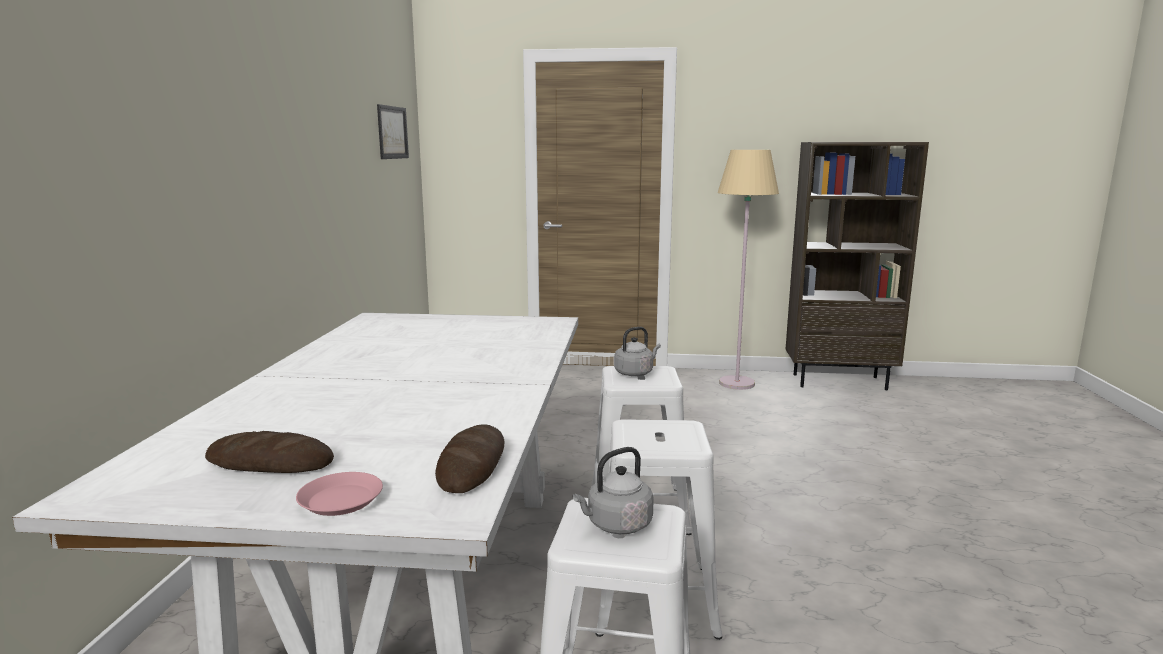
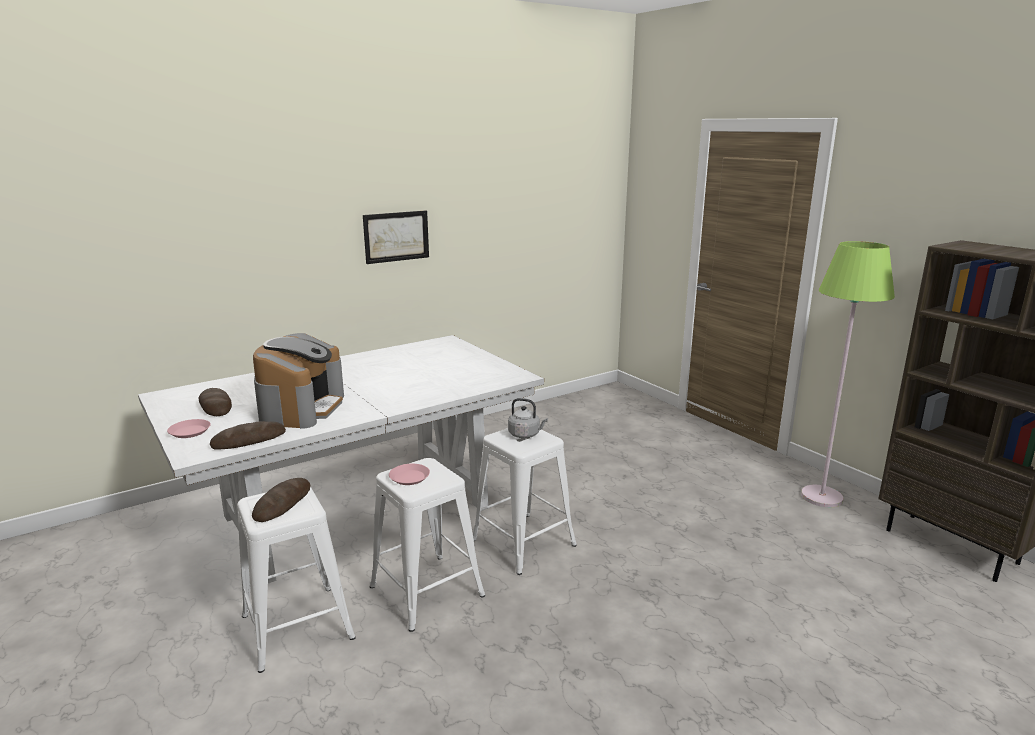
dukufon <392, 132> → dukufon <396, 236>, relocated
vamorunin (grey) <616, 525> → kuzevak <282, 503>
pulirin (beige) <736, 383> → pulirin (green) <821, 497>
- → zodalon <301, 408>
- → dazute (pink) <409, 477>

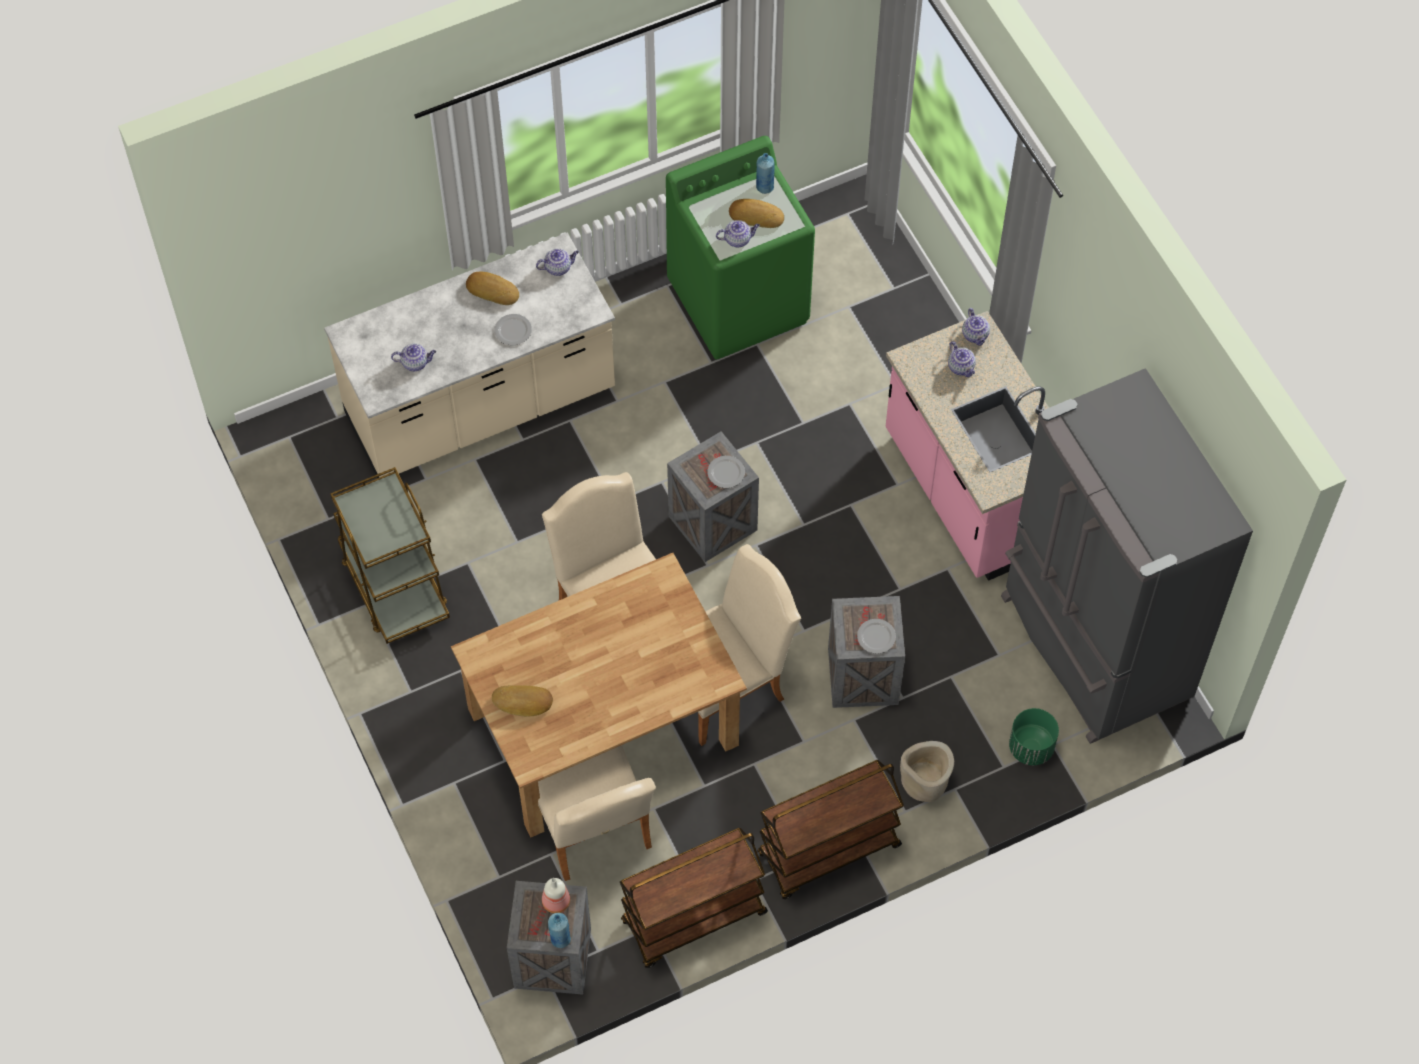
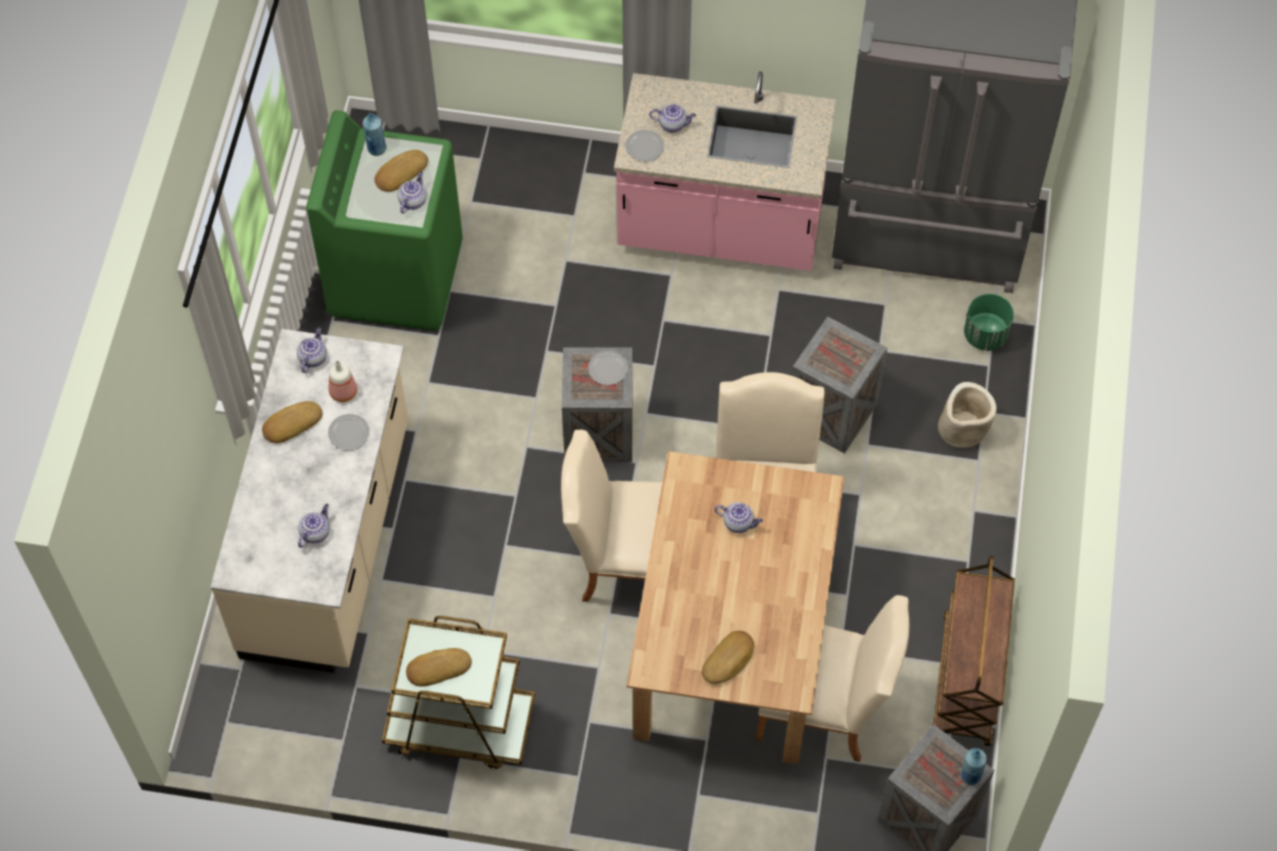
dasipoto <555, 902> → dasipoto <343, 393>, relocated
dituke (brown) <828, 851> → -
dazute <876, 637> → dazute <645, 147>, relocated
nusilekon <975, 335> → nusilekon <738, 522>, relocated
- → kuzevak <438, 667>

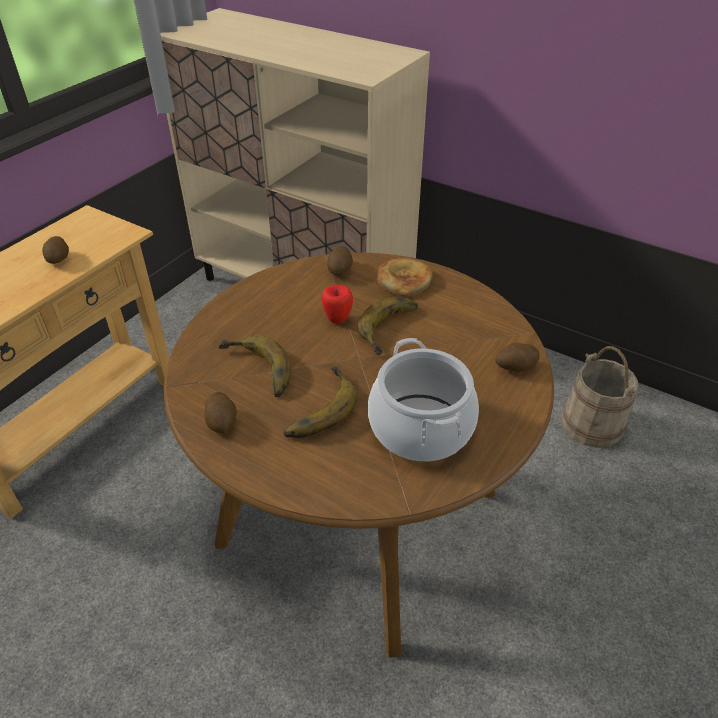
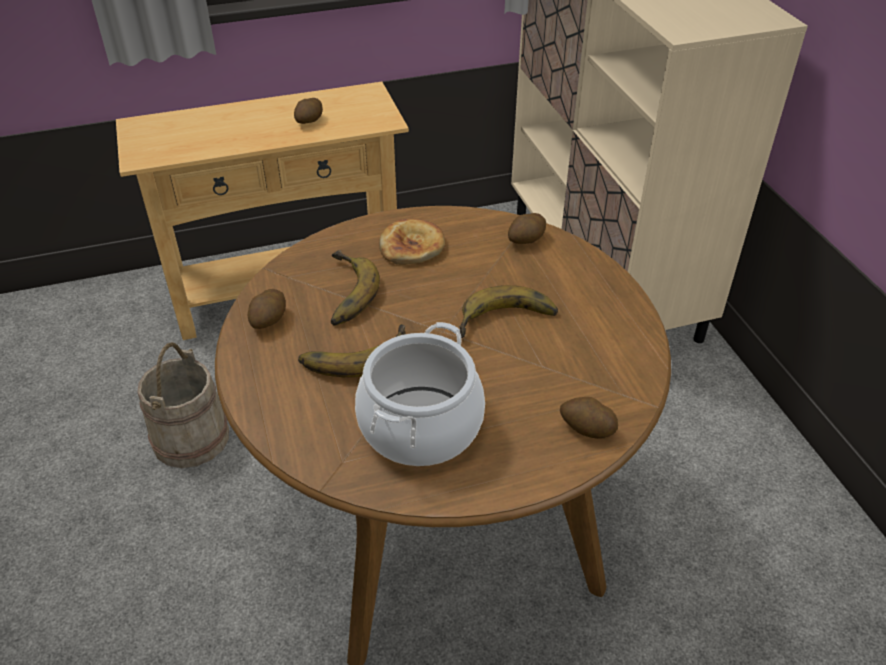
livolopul <338, 319> → -
kuzevak <404, 280> → kuzevak <411, 246>, relocated
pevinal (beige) <592, 424> → pevinal (beige) <191, 438>, relocated

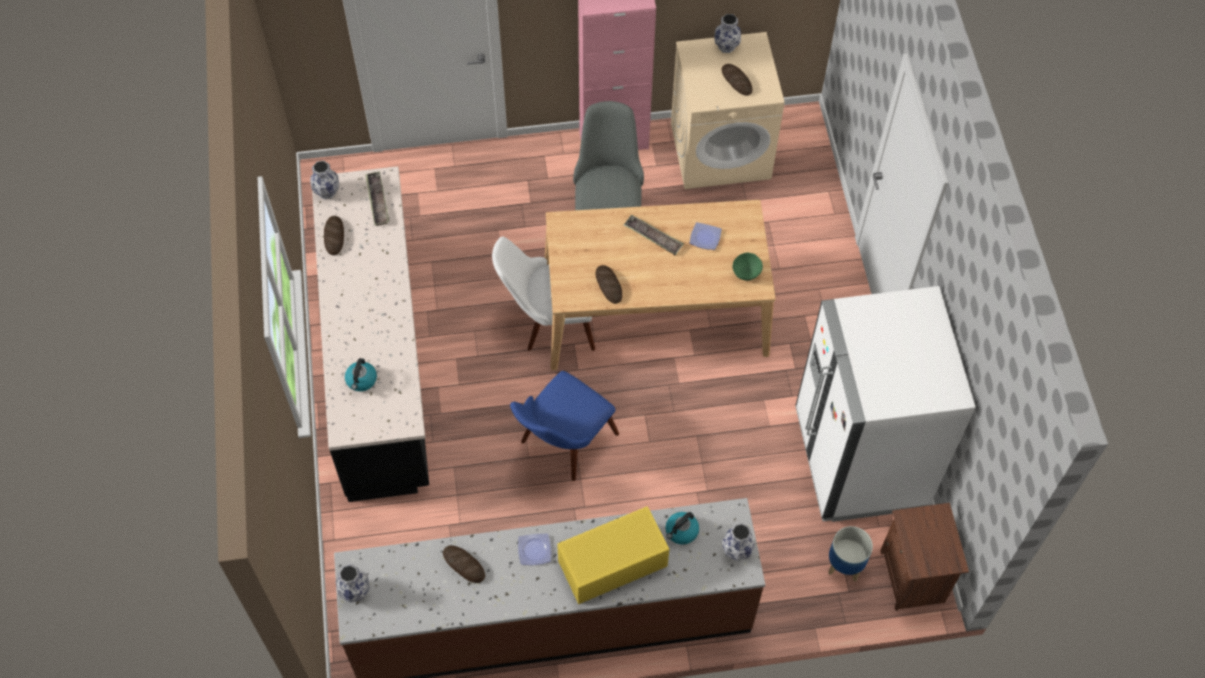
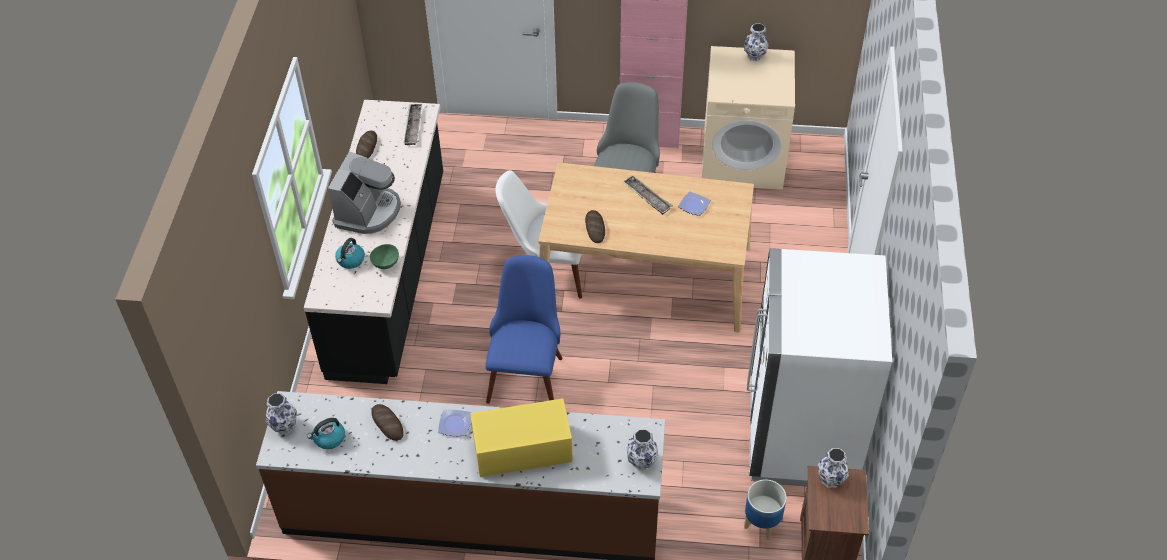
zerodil <327, 192> → zerodil <830, 480>, relocated
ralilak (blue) <561, 446> → ralilak (blue) <527, 370>, 135 degrees clockwise
vamorunin <681, 531> → vamorunin <329, 438>, relocated
kuzevak <736, 81> → -
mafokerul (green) <747, 272> → mafokerul (green) <386, 263>, relocated
- → zodalon <368, 211>

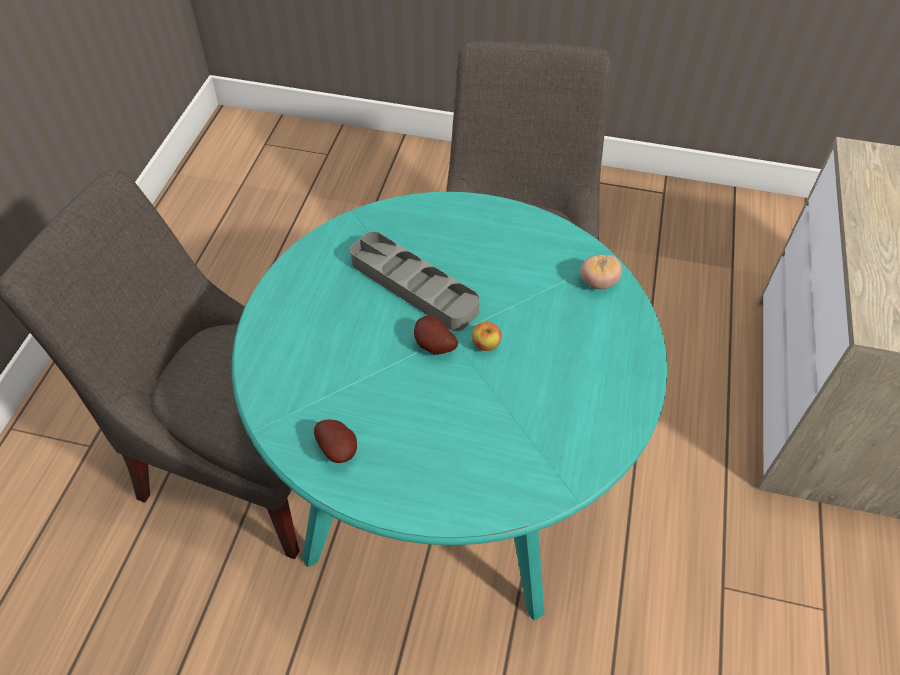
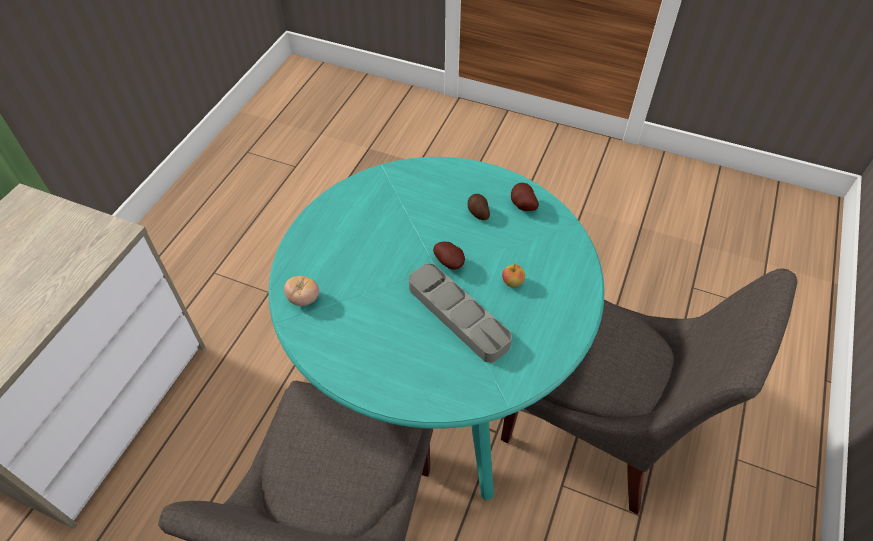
livolopul <486, 345> → livolopul <512, 282>, relocated
- → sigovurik <477, 212>

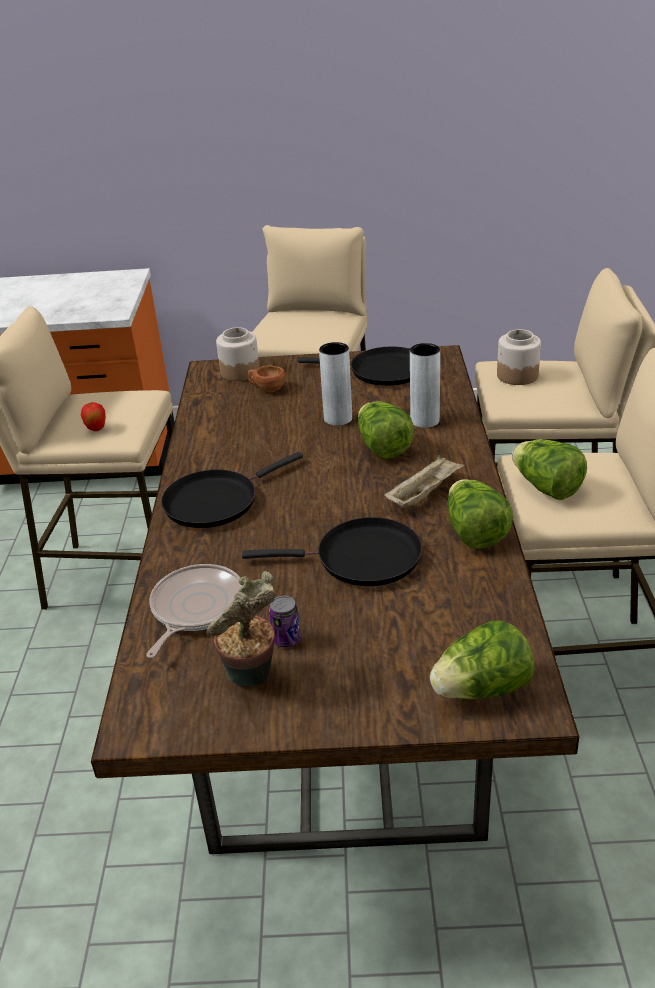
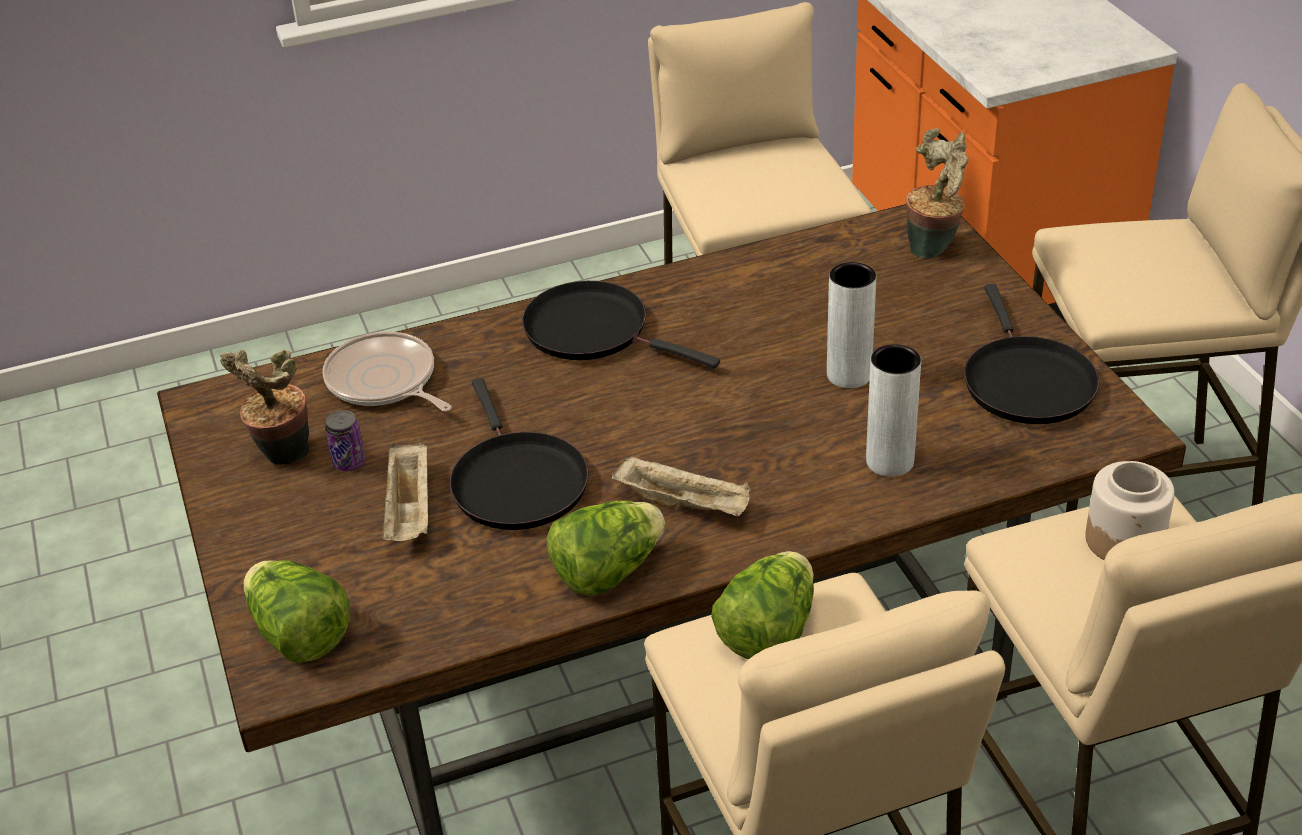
livolopul <96, 429> → -
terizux <195, 608> → terizux <384, 381>, 135 degrees counterclockwise
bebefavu <240, 372> → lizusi <934, 248>
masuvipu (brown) <266, 389> → -
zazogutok <382, 447> → -
- → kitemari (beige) <410, 511>

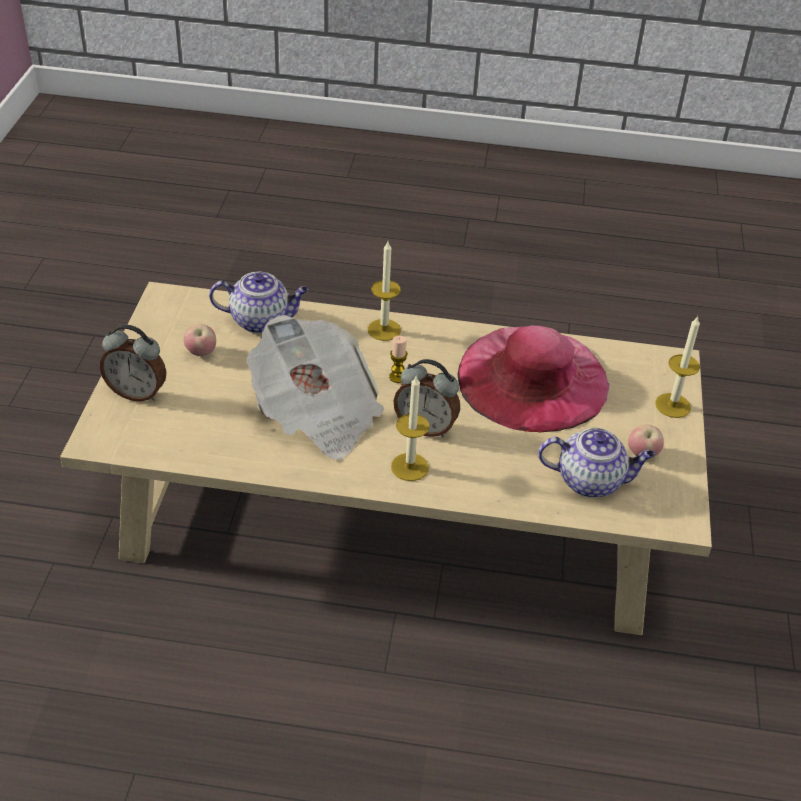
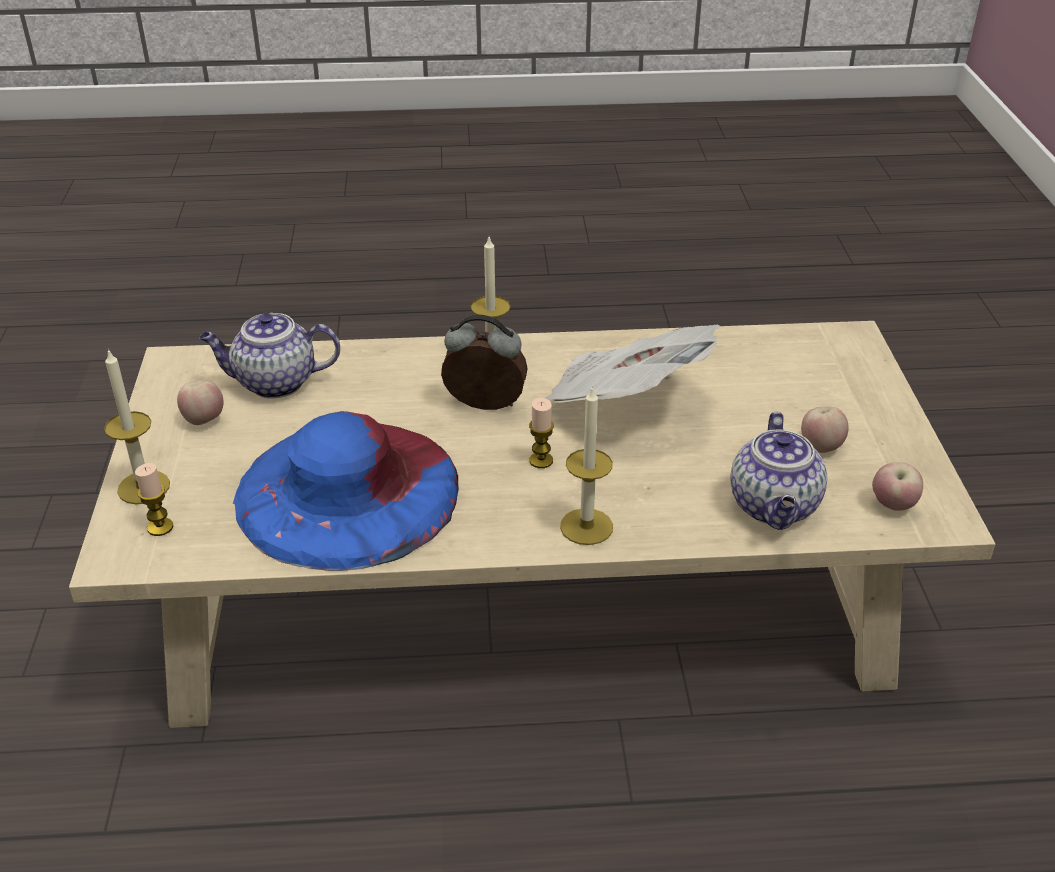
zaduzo <137, 392> → -
nusilekon <261, 320> → nusilekon <775, 508>, 75 degrees counterclockwise
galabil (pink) <532, 378> → galabil (blue) <348, 491>
- → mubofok <160, 527>
- → livolopul <893, 505>

